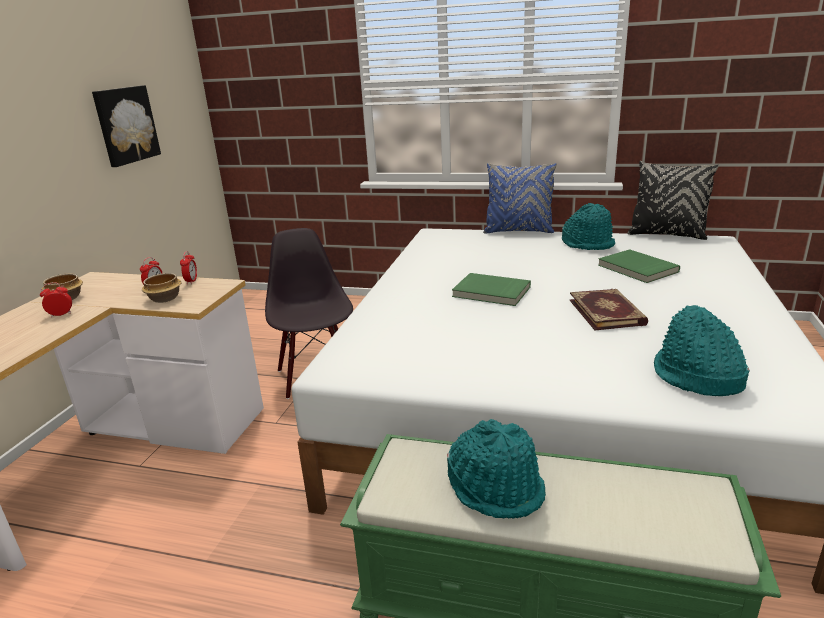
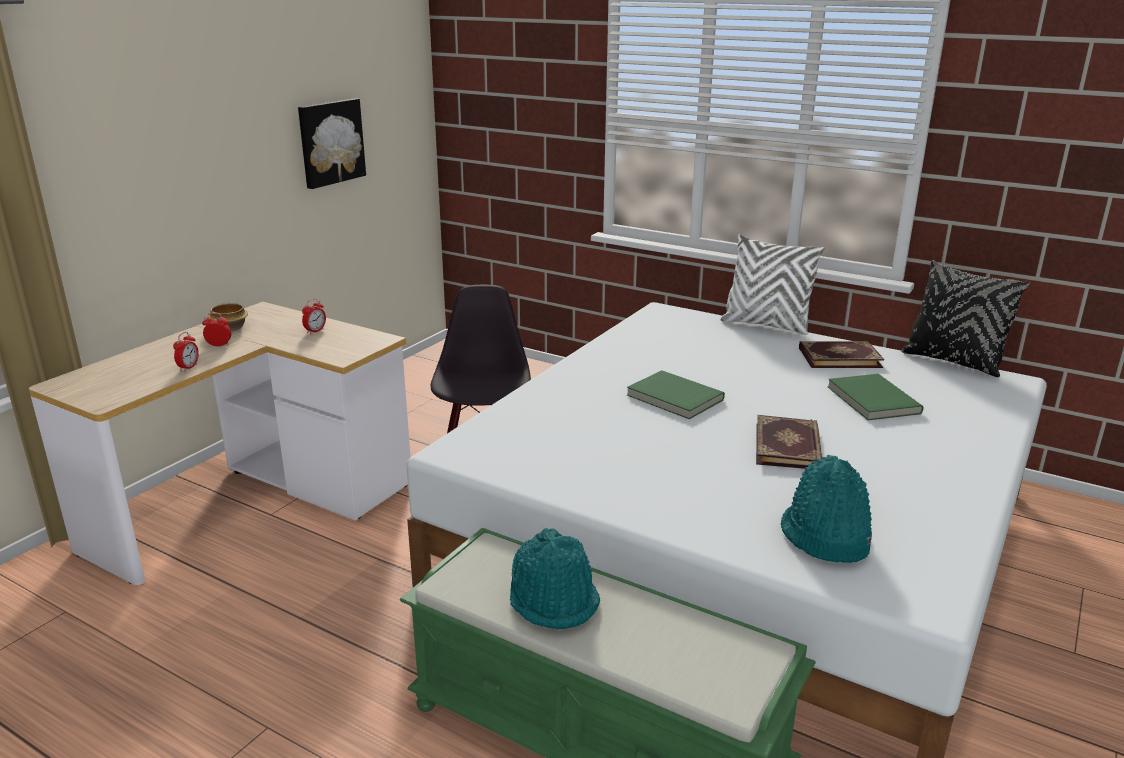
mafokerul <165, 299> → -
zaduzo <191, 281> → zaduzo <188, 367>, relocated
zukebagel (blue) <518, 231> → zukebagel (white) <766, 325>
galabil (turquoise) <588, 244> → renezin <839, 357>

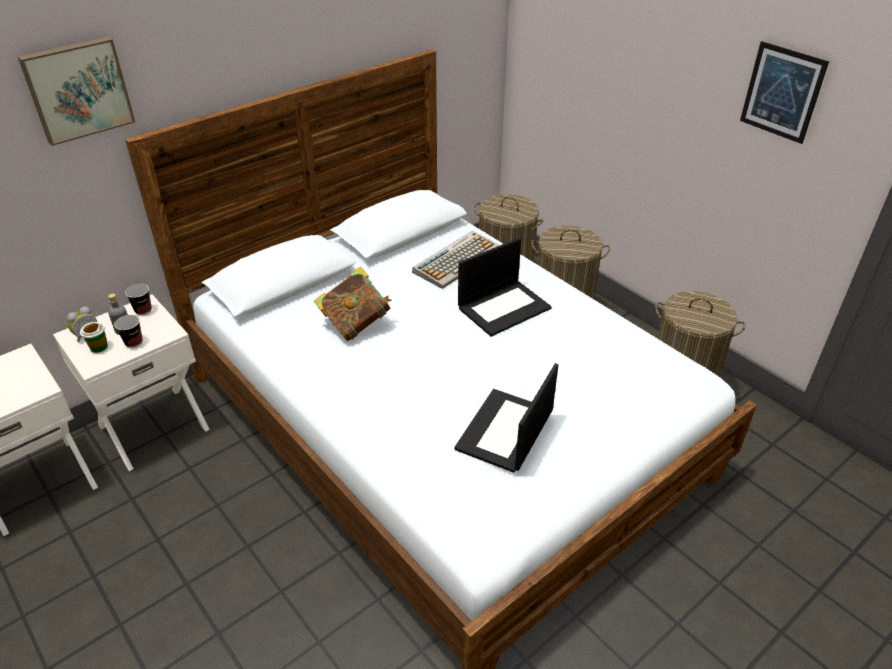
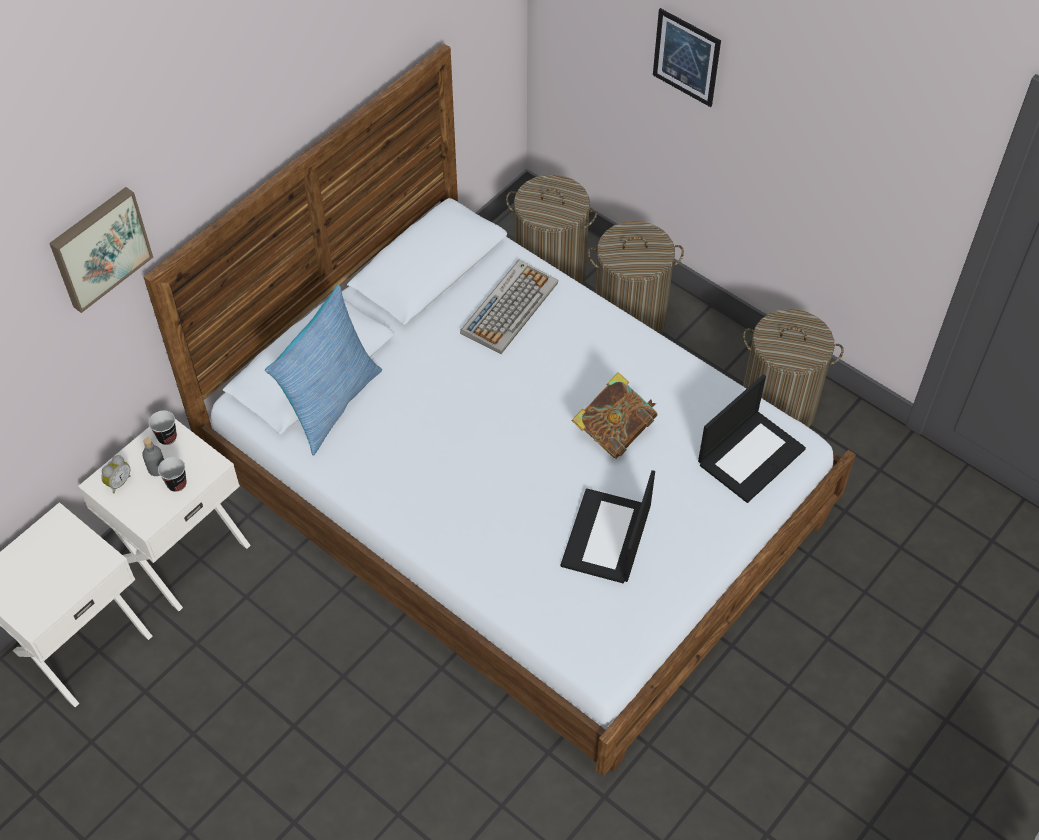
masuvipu <99, 347> → -
renezin <356, 324> → renezin <613, 431>, relocated
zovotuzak <504, 307> → zovotuzak <751, 455>, relocated
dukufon <782, 92> → dukufon <686, 57>, relocated
- → zukebagel <330, 403>

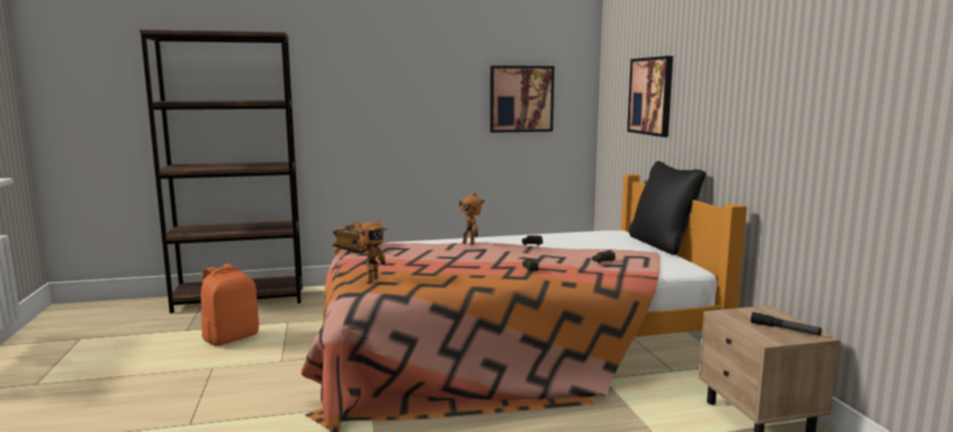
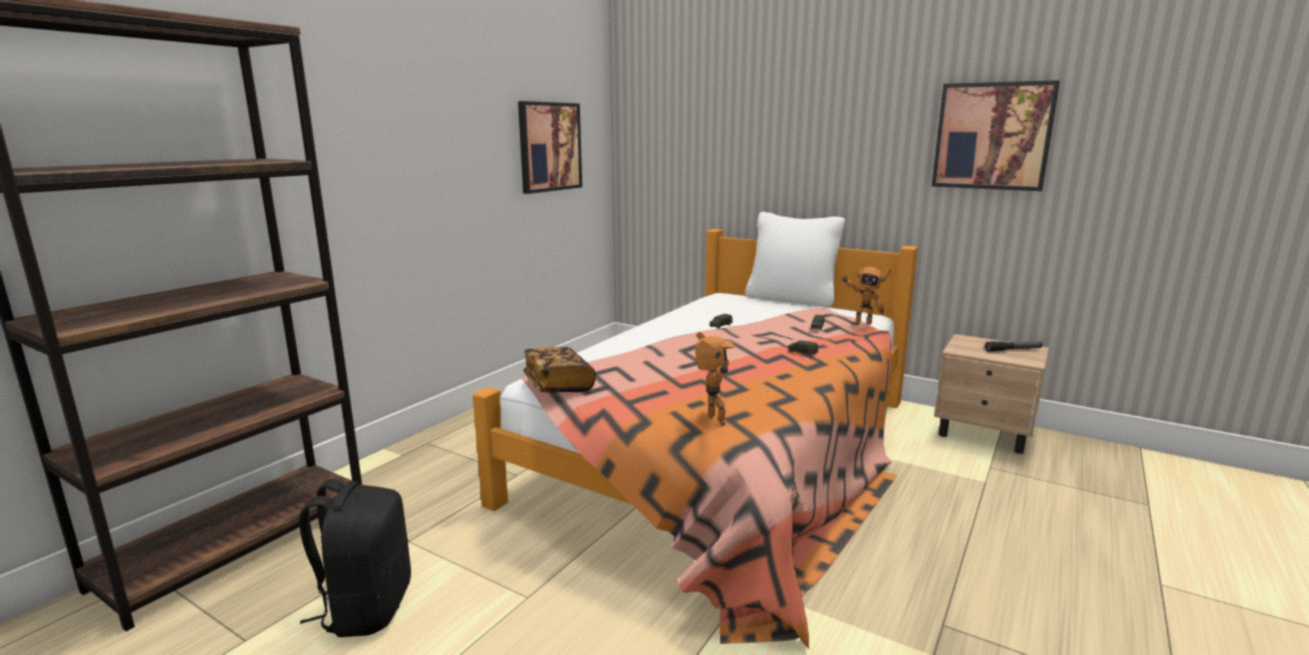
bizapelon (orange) <231, 337> → bizapelon (black) <366, 608>
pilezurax <469, 243> → pilezurax <861, 323>, relocated
dukufon <651, 96> → dukufon <992, 136>, relocated
zukebagel (black) <662, 244> → zukebagel (white) <791, 299>

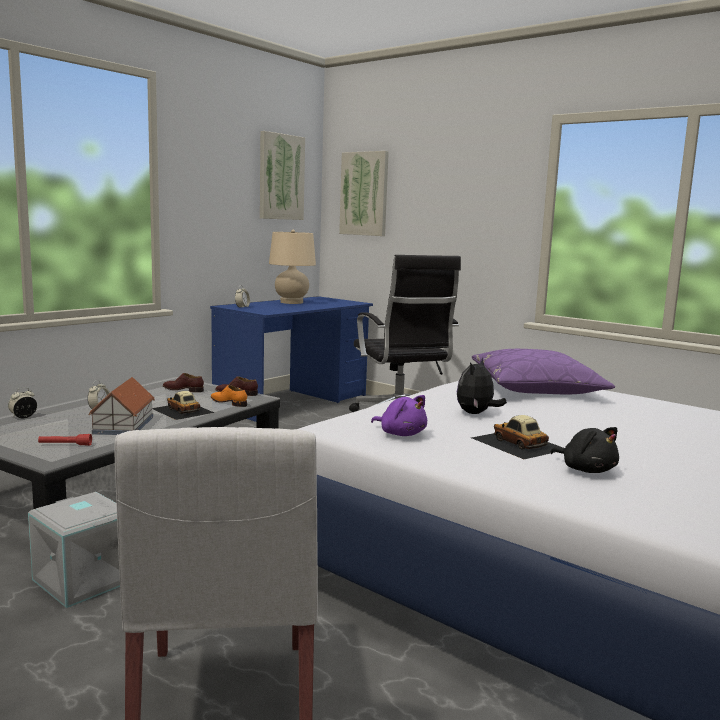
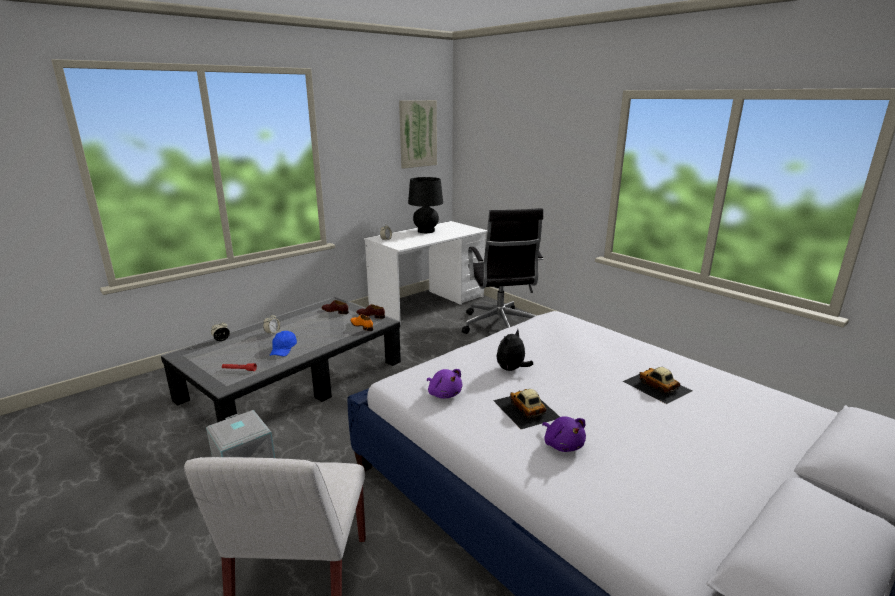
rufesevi <124, 425> → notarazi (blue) <283, 349>
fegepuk <182, 410> → fegepuk <657, 386>, relocated
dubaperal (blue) <293, 402> → dubaperal (white) <428, 303>
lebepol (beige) <291, 302> → lebepol (black) <426, 231>
dukufon <364, 194> → -
zukebagel (purple) <536, 388> → -
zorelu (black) <586, 469> → zorelu (purple) <562, 444>

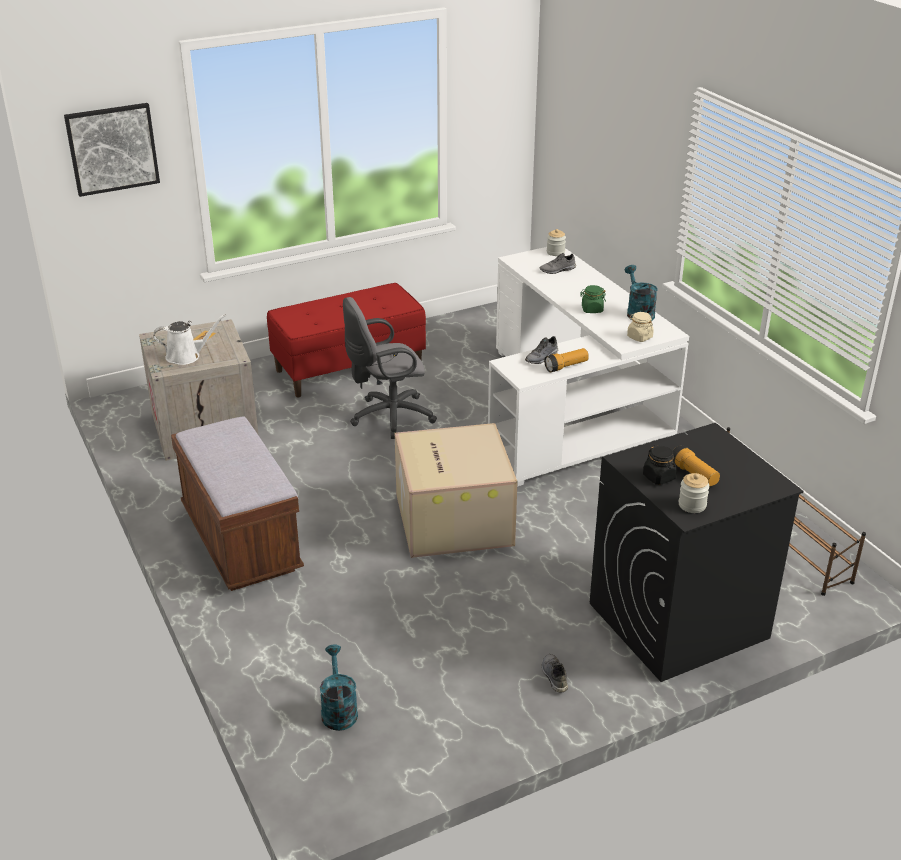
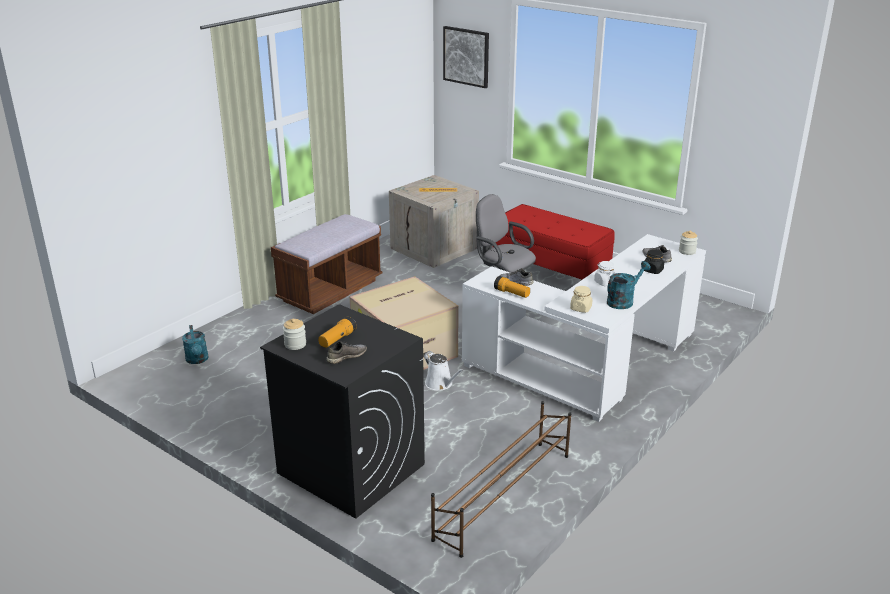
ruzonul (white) <186, 356> → ruzonul (white) <440, 384>, relocated
ruzonul (turquoise) <338, 709> → ruzonul (turquoise) <197, 360>, 105 degrees clockwise
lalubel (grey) <553, 676> → lalubel (grey) <346, 356>, relocated
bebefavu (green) <592, 309> → bebefavu (white) <604, 282>
bebefavu (black) <659, 477> → bebefavu (black) <652, 270>, relocated

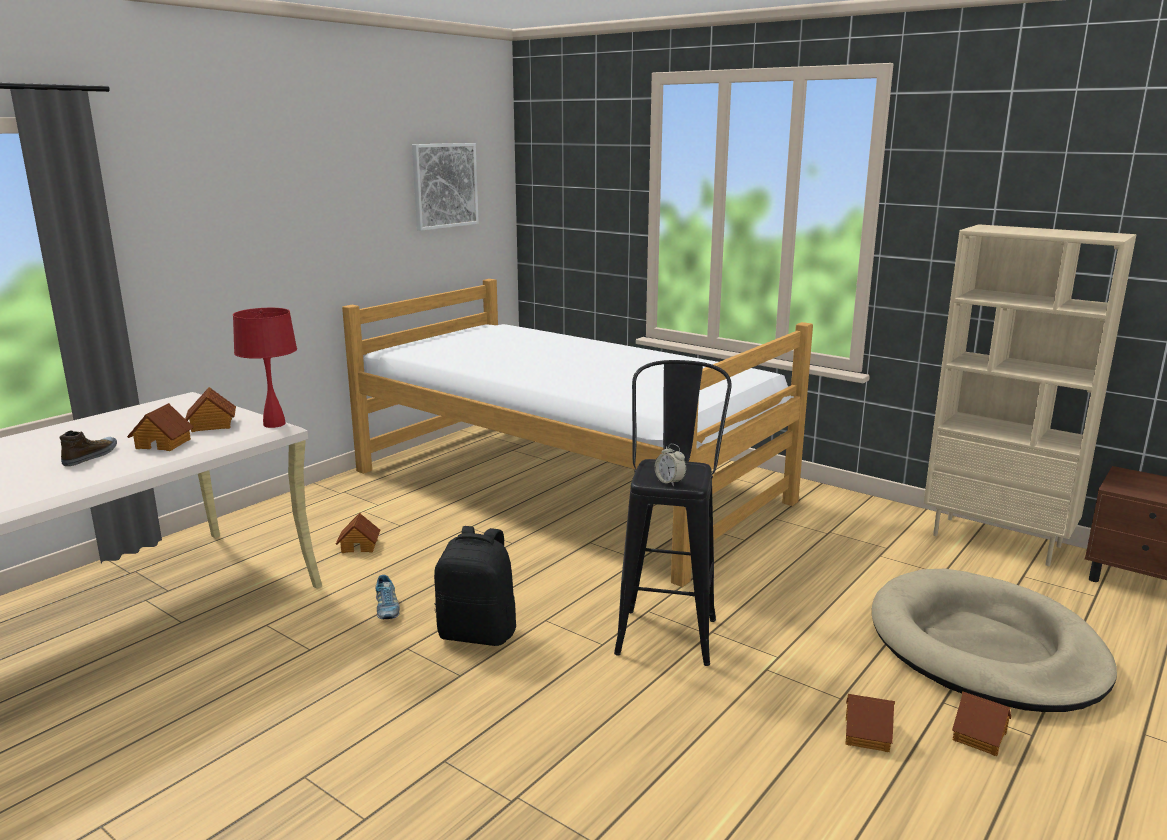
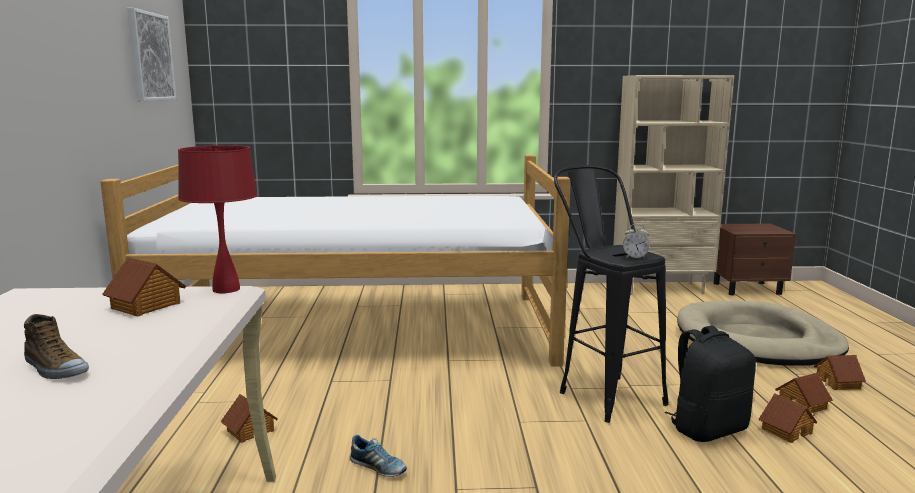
lalubel <91, 456> → lalubel <55, 369>, 150 degrees clockwise
rufesevi <163, 443> → rufesevi <785, 431>, relocated
bizapelon (black) <478, 633> → bizapelon (black) <707, 429>, relocated

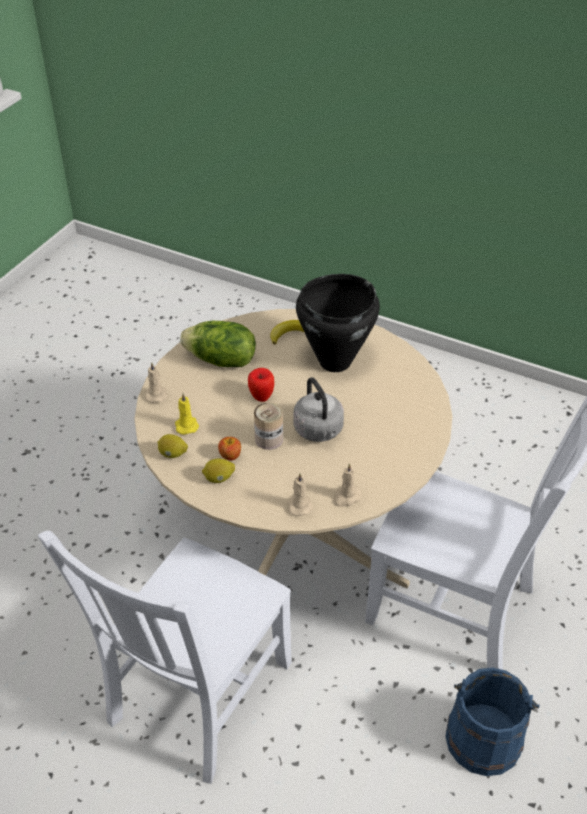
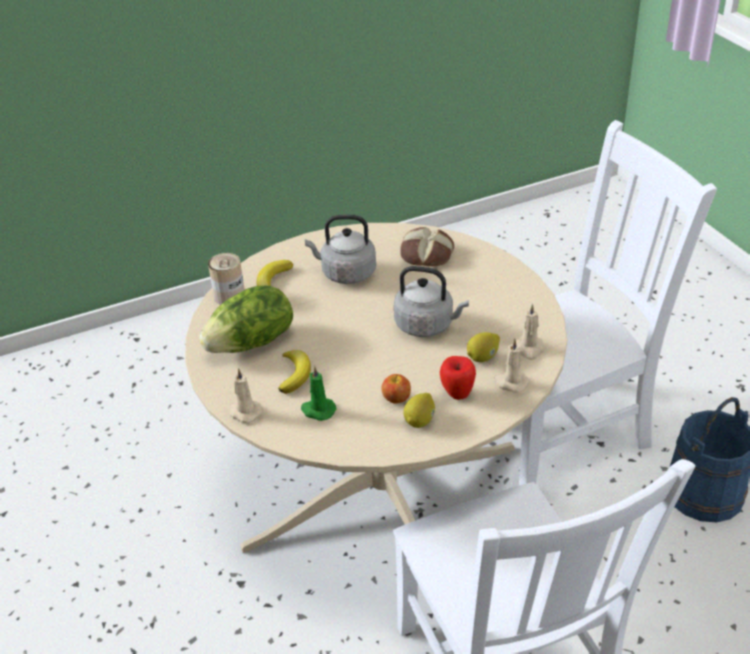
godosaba <173, 454> → godosaba <483, 357>, relocated
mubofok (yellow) <186, 425> → mubofok (green) <317, 410>
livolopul <261, 397> → livolopul <457, 394>, relocated
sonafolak <269, 439> → sonafolak <229, 296>, relocated
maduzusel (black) <334, 361> → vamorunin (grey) <345, 273>
- → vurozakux <295, 374>
- → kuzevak <426, 255>

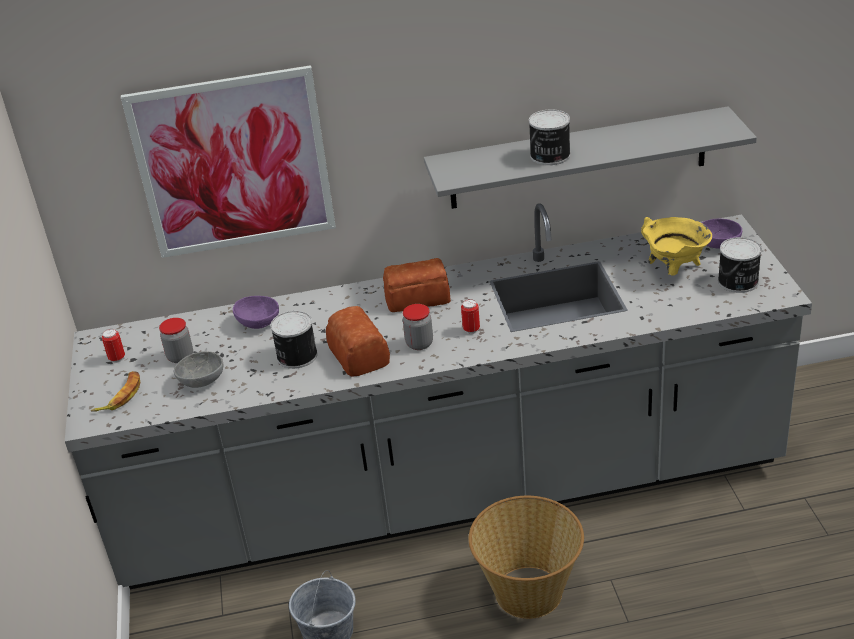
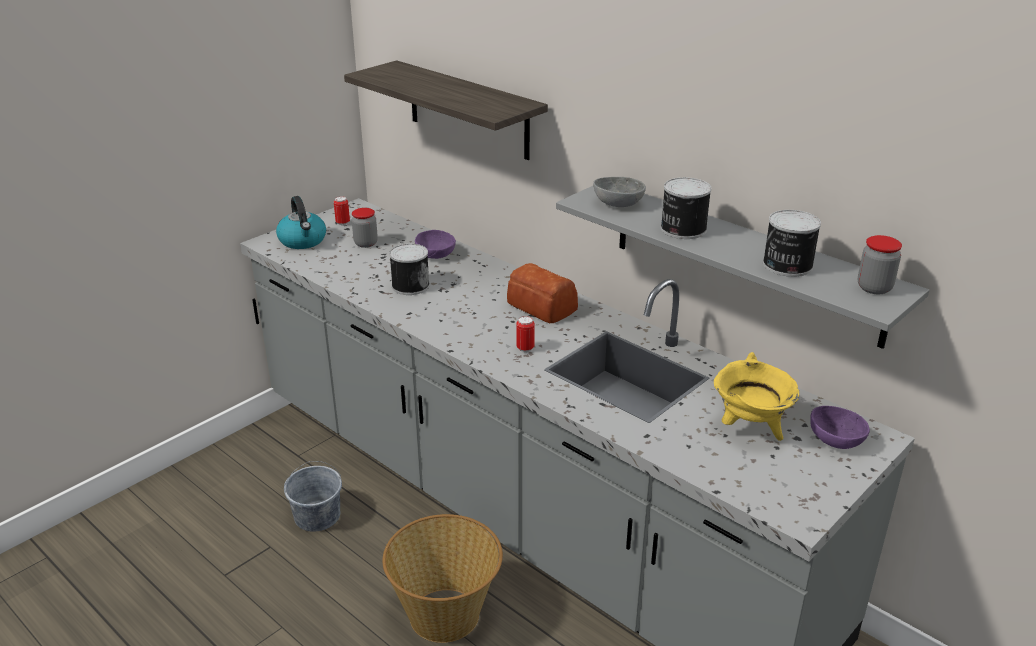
vurozakux <120, 396> → vamorunin <303, 241>
dukufon <233, 163> → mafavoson <468, 110>
mafokerul (grey) <201, 380> → mafokerul (grey) <618, 203>, relocated
kuzevak <359, 353> → -
bebefavu <419, 343> → bebefavu <874, 288>, relocated
sonafolak <738, 282> → sonafolak <786, 265>, relocated

